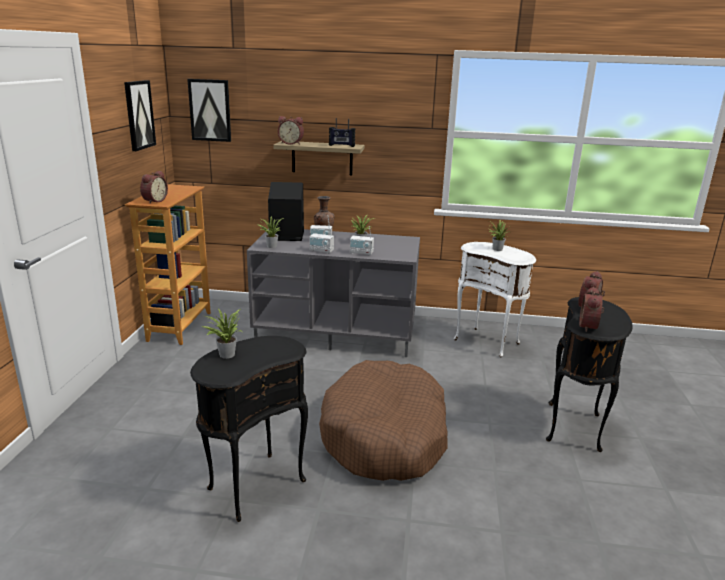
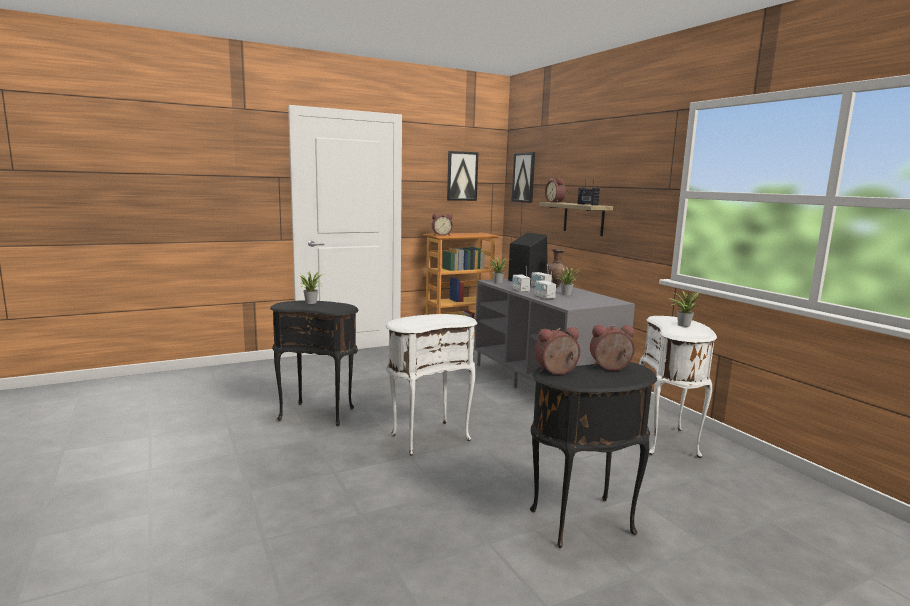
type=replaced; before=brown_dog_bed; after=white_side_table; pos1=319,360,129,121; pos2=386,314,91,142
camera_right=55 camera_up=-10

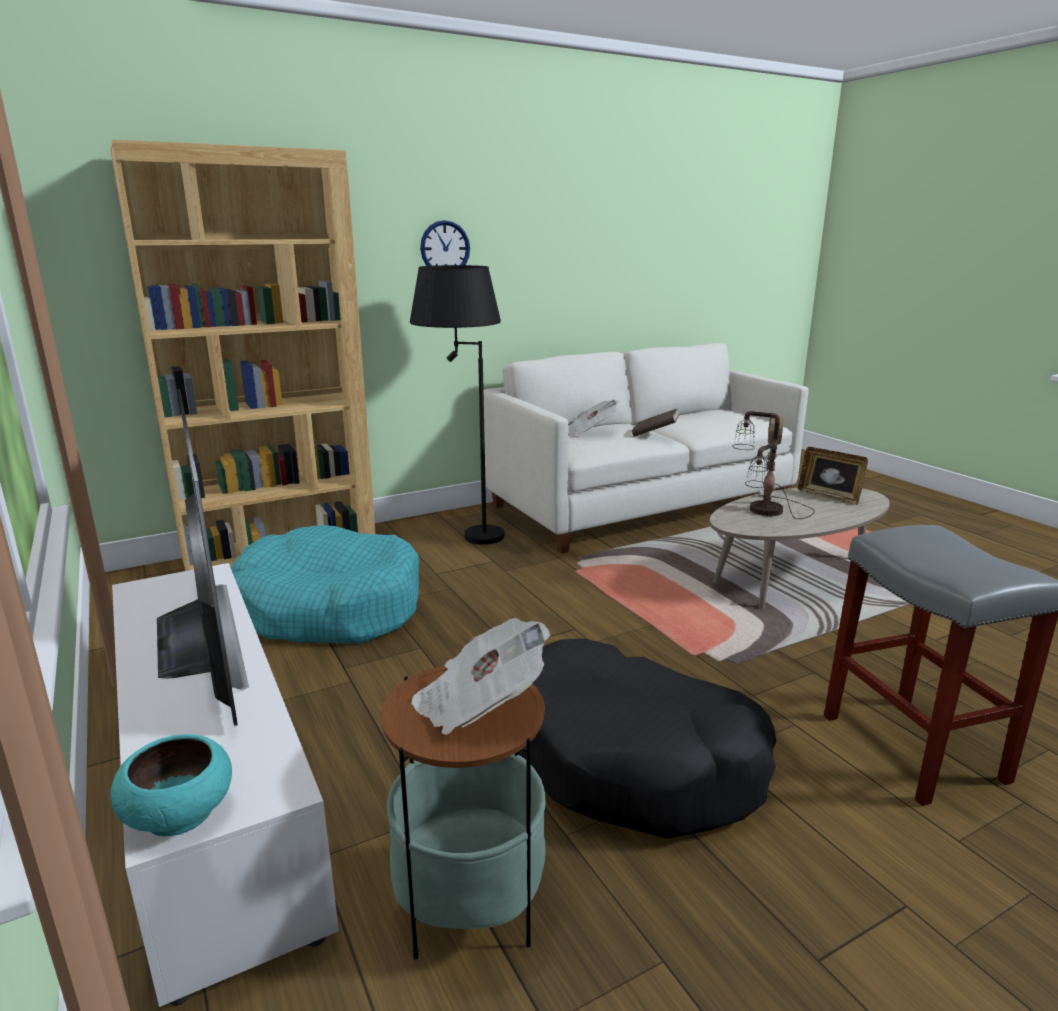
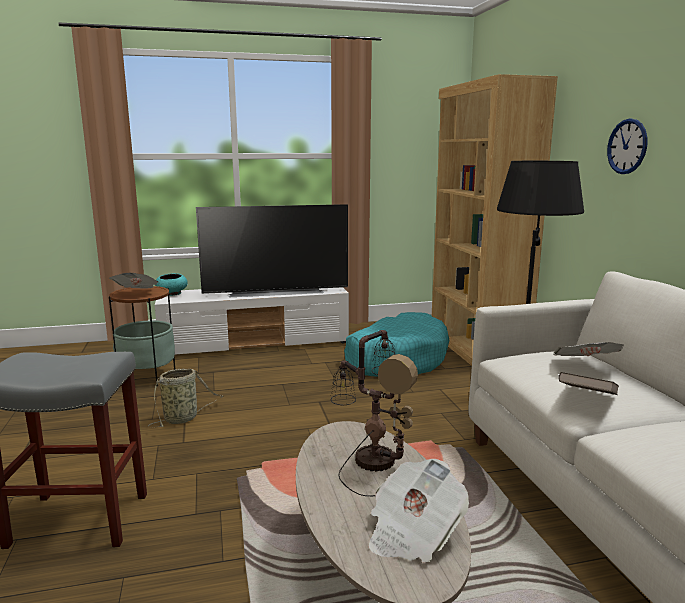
type=replaced; before=black_dog_bed; after=basket; pos1=519,638,258,200; pos2=147,369,76,59
type=replaced; before=picture_frame; after=newspaper; pos1=798,447,70,58; pos2=368,459,101,104
camera_right=105 camera_up=-5

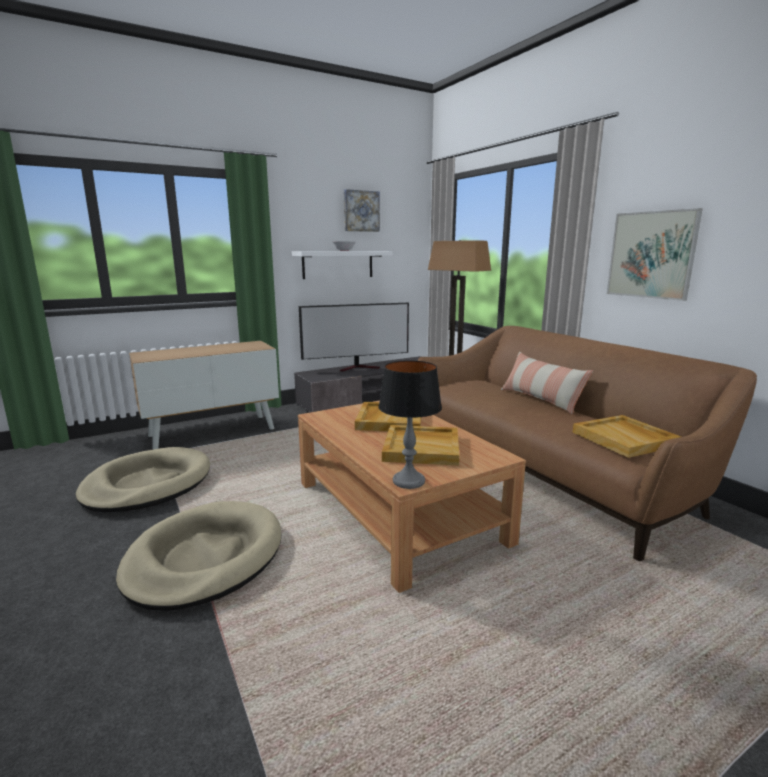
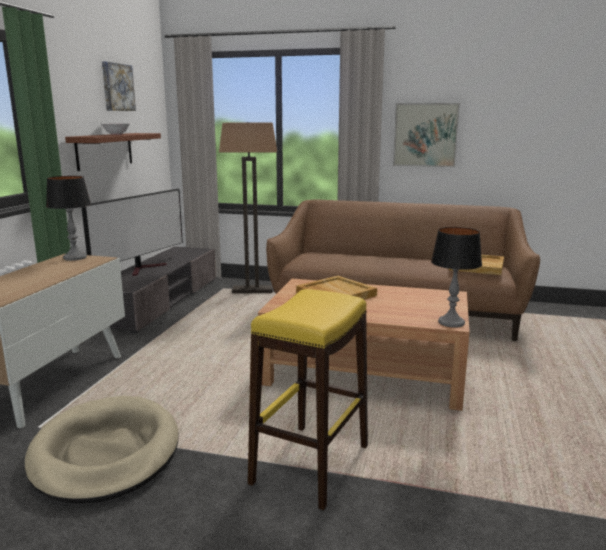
type=replaced; before=beige_dog_bed; after=yellow_stool; pos1=116,501,165,110; pos2=248,289,120,221
type=recoloured; before=white_shelf; after=brown_shelf; pos1=292,251,101,28; pos2=65,133,96,38
type=removed; before=beige_tray; pos1=382,425,77,41
type=removed; before=pillow; pos1=501,352,92,63
type=added; after=table_lamp; pos2=46,176,45,85
camera_right=-45 camera_up=0

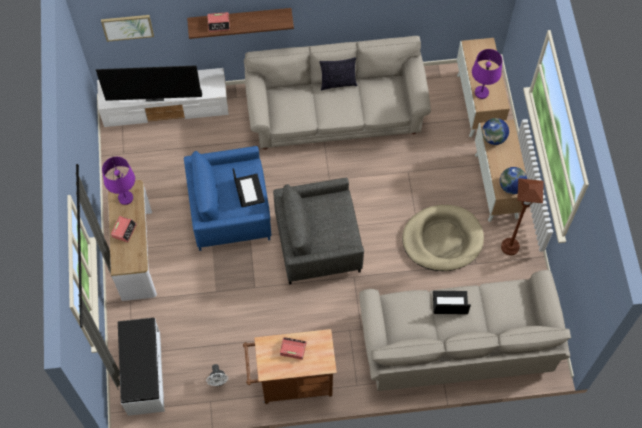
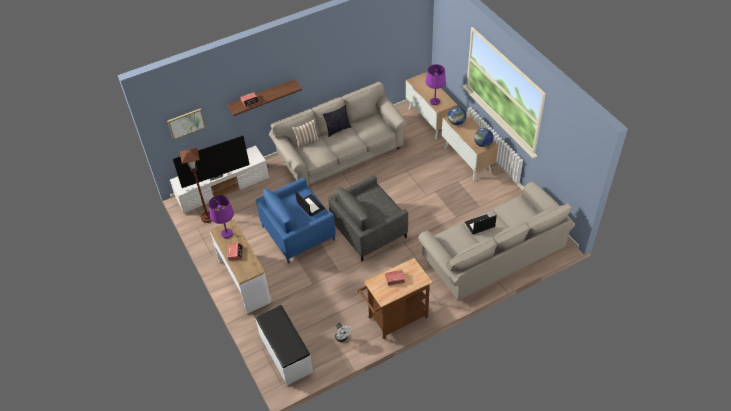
type=removed; before=beige_dog_bed; pos1=402,205,82,66
type=moved; before=brown_floor_lamp; pos1=501,178,43,77; pos2=180,148,32,75
type=added; after=pillow; pos2=292,119,28,30
camera_right=-20 camera_up=-15

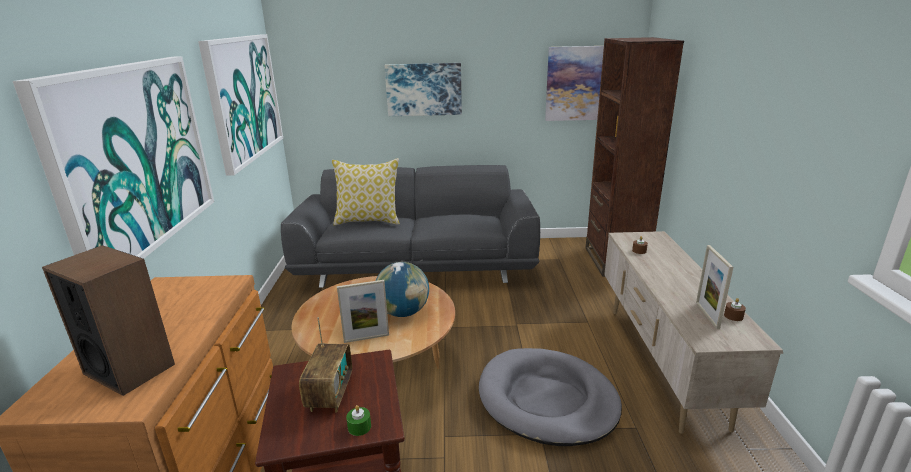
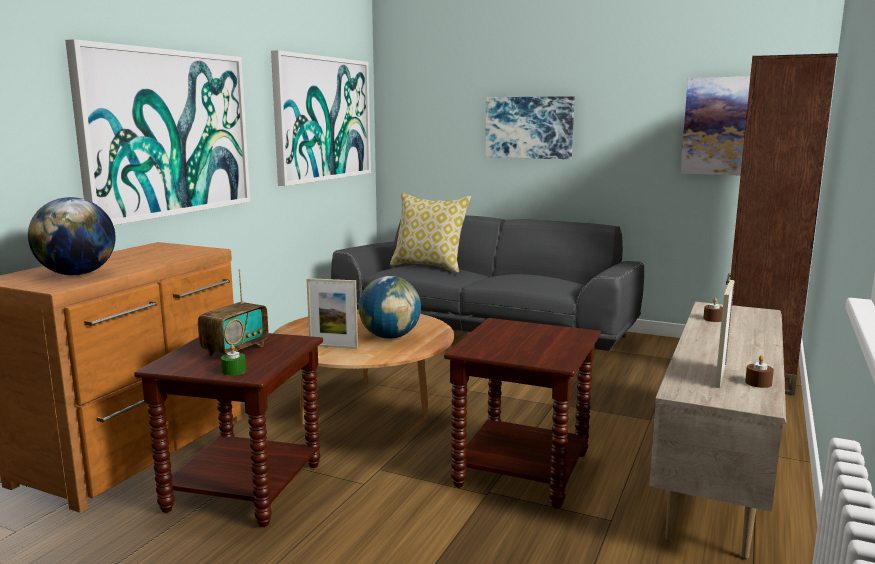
type=replaced; before=speaker; after=globe; pos1=42,245,133,151; pos2=28,197,88,79
type=replaced; before=grey_dog_bed; after=brown_side_table; pos1=479,348,143,98; pos2=444,318,157,191
camera_right=25 camera_up=-10

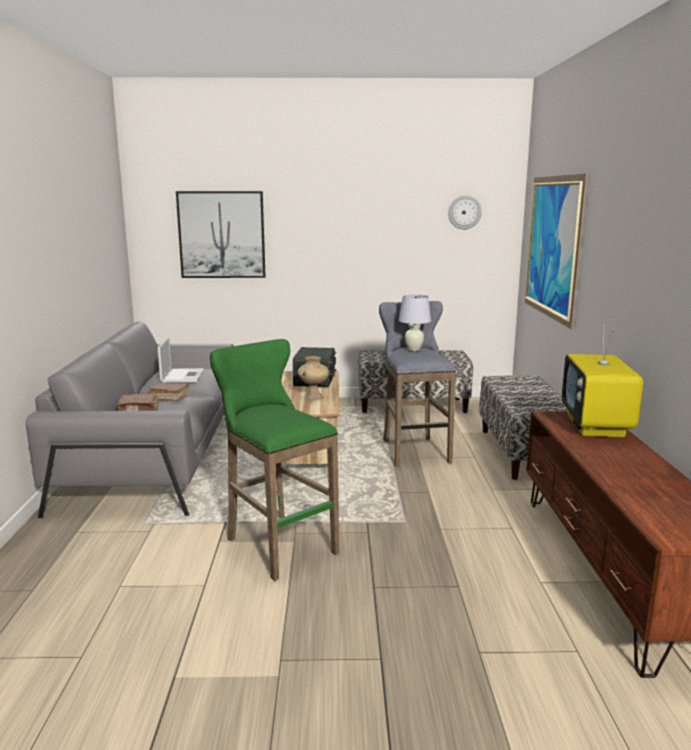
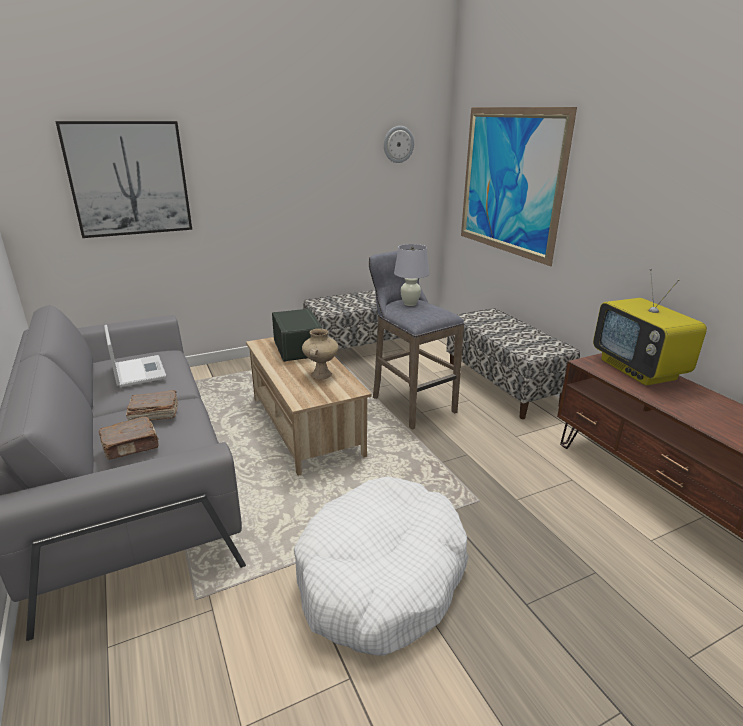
type=replaced; before=green_stool; after=white_dog_bed; pos1=210,339,129,242; pos2=294,476,174,180
camera_right=-25 camera_up=10

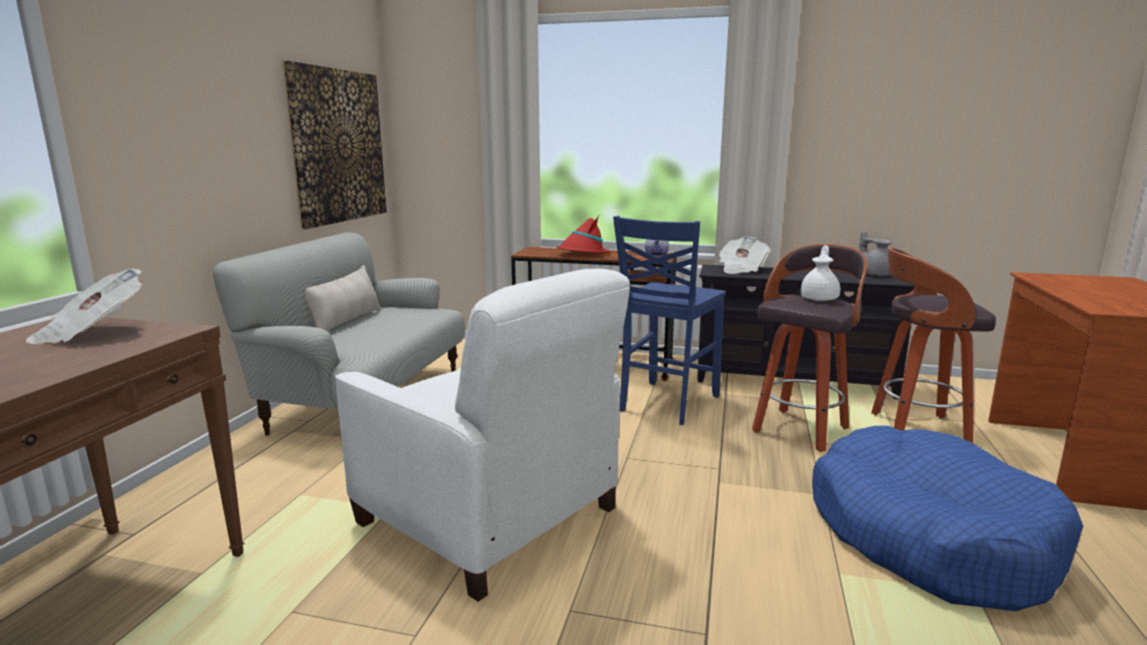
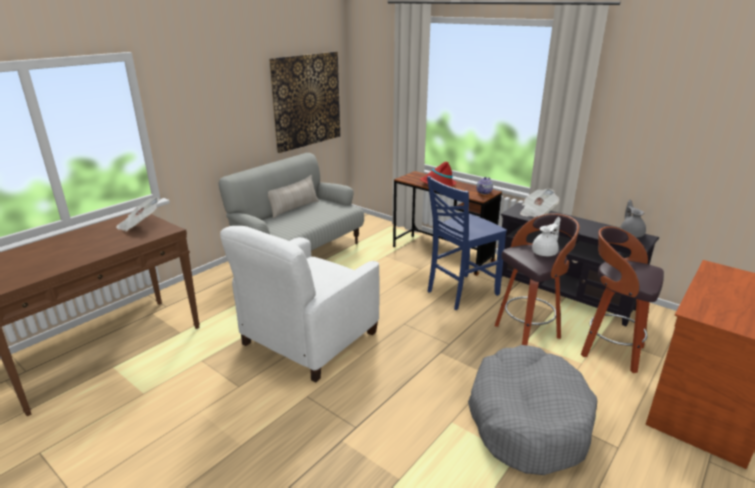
type=turned; before=white_armchair; pos1=335,269,295,333; pos2=220,226,159,157; turn=60
type=recoloured; before=blue_dog_bed; after=grey_dog_bed; pos1=812,426,271,185; pos2=468,345,129,130
camera_right=25 camera_up=10

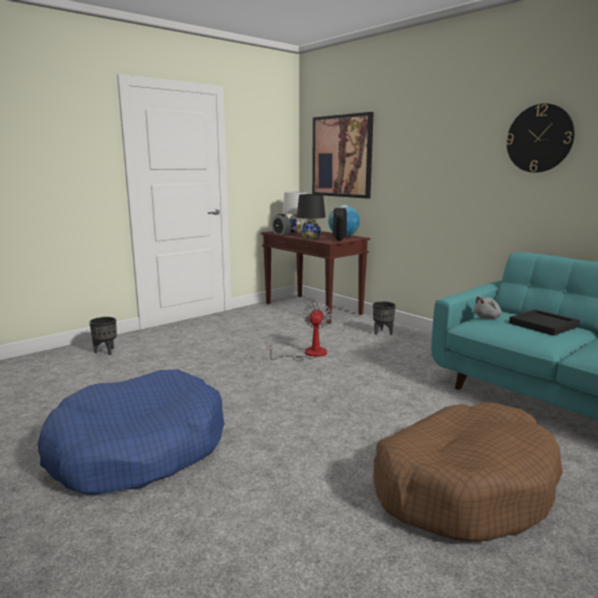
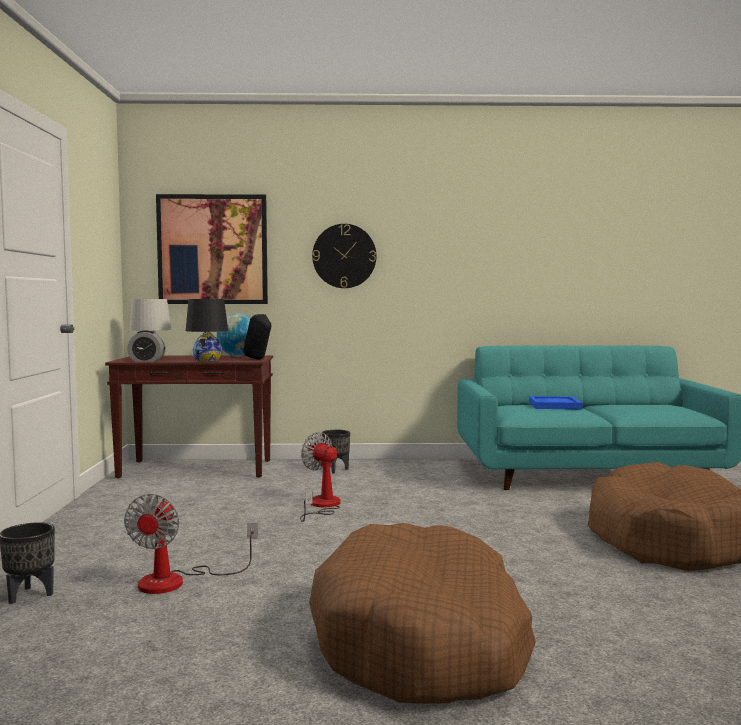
type=recoloured; before=blue_dog_bed; after=brown_dog_bed; pos1=38,369,187,126; pos2=309,523,227,181
type=removed; before=grey_plush_toy; pos1=474,295,28,24
type=moved; before=wall_clock; pos1=506,103,69,70; pos2=312,224,64,64
type=recoloured; before=black_tray; after=blue_tray; pos1=509,309,71,27; pos2=529,396,54,13
type=added; after=fan; pos2=124,494,134,100
camera_right=-50 camera_up=-10

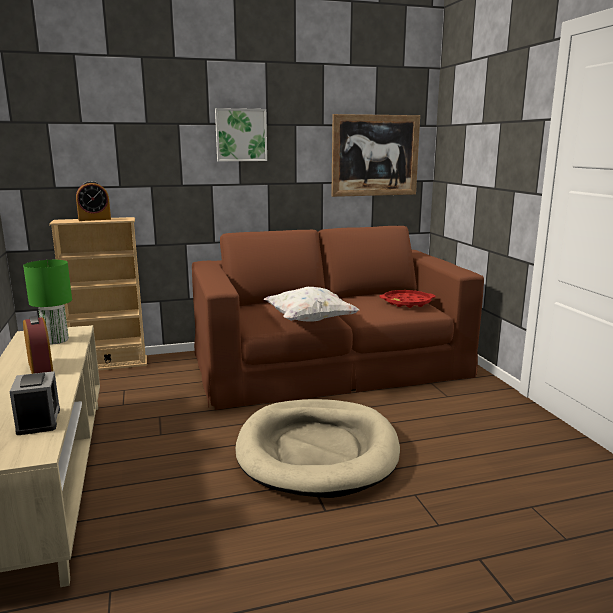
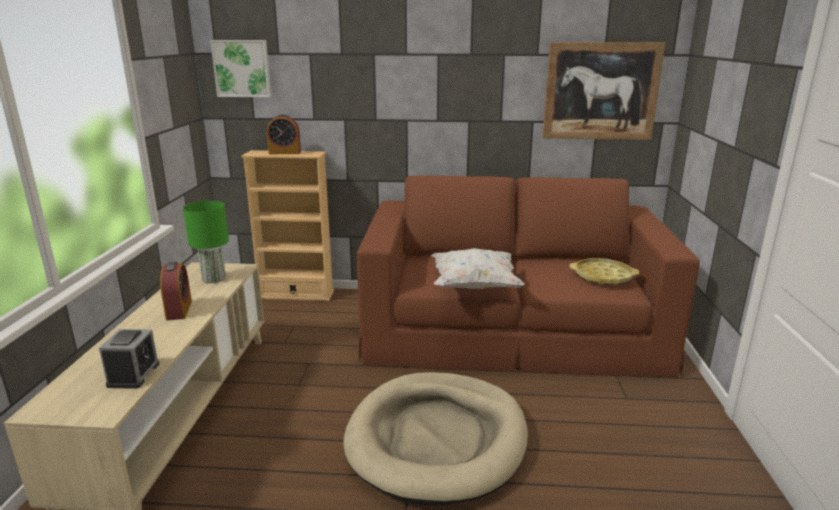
type=moved; before=picture; pos1=215,108,52,53; pos2=210,40,61,57
type=recoloured; before=red_tray; after=yellow_tray; pos1=379,290,56,18; pos2=570,258,69,27
camera_right=20 camera_up=5

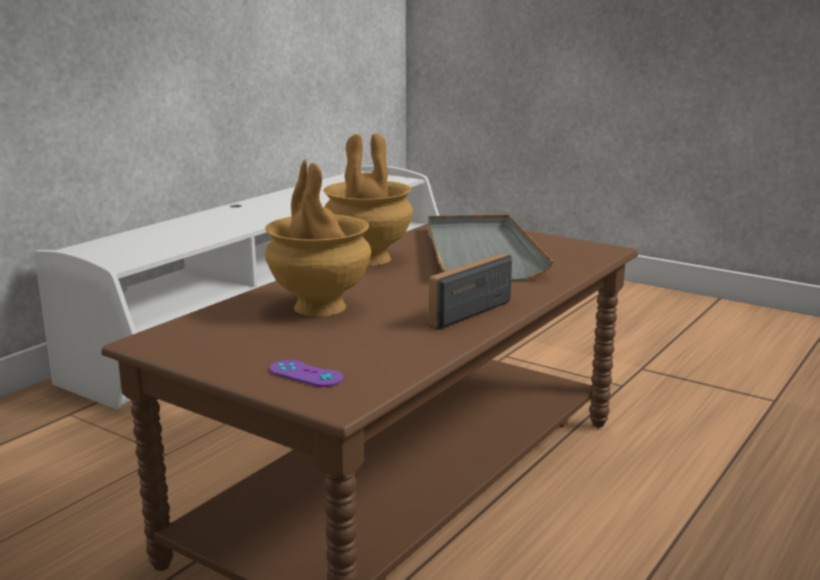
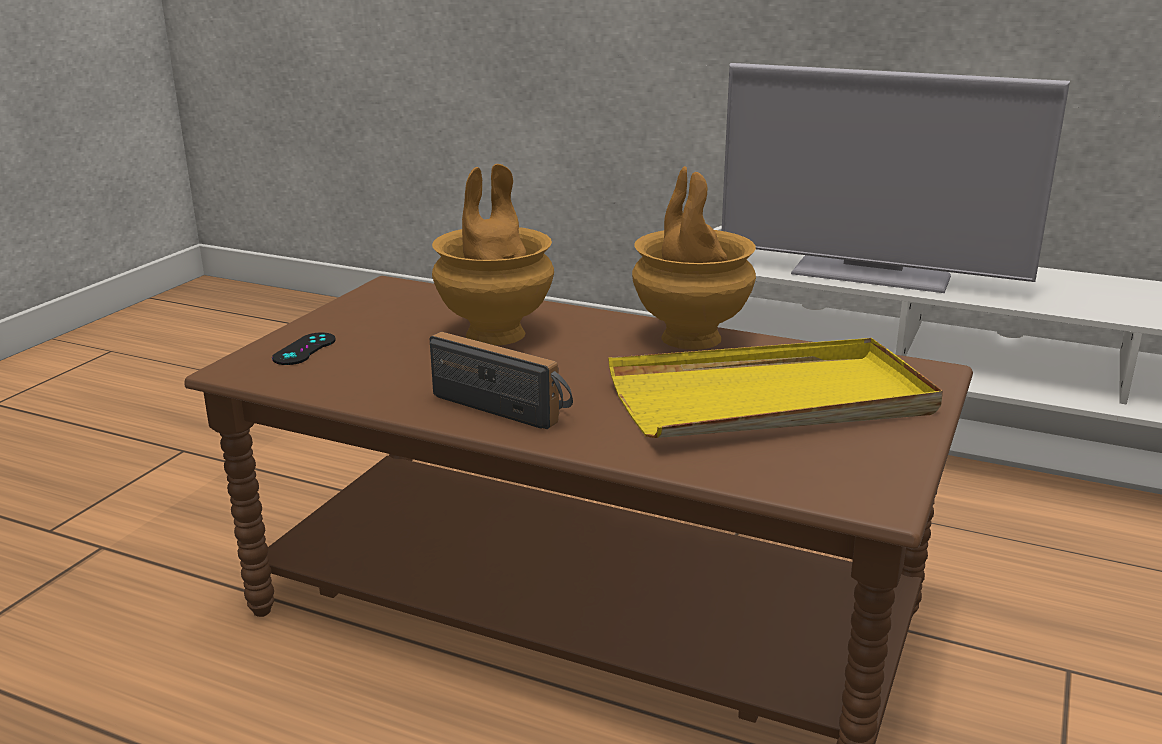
type=recoloured; before=purple_game_controller; after=black_game_controller; pos1=270,360,73,27; pos2=272,333,64,32
type=recoloured; before=grey_tray; after=yellow_tray; pos1=428,215,126,66; pos2=608,338,335,100
type=added; after=television; pos2=722,63,348,230
camera_right=80 camera_up=5

